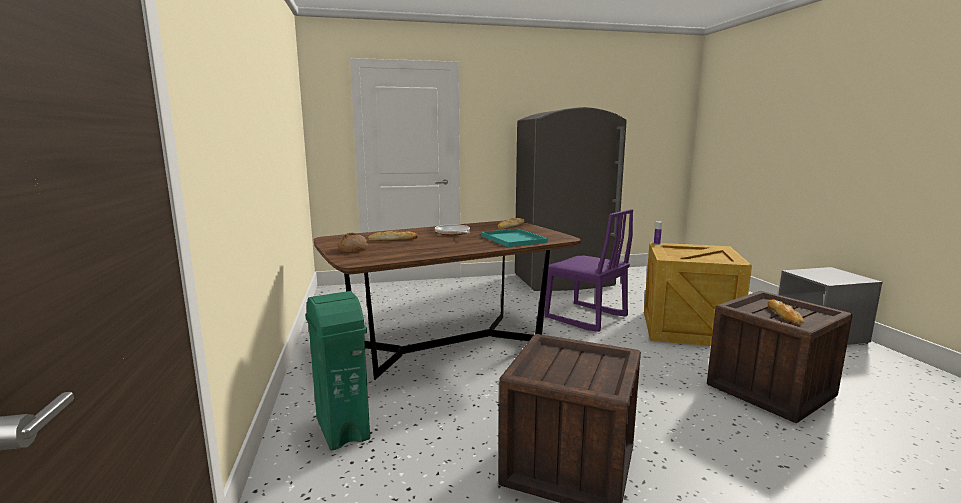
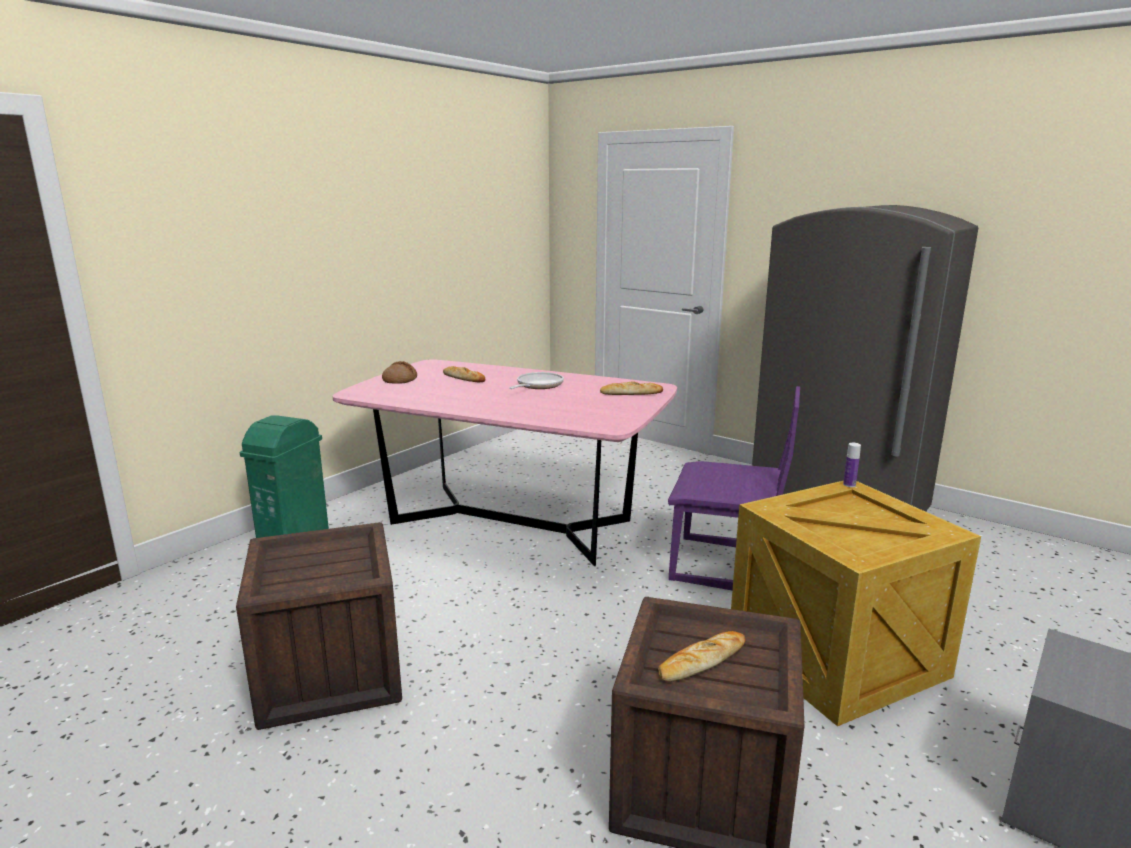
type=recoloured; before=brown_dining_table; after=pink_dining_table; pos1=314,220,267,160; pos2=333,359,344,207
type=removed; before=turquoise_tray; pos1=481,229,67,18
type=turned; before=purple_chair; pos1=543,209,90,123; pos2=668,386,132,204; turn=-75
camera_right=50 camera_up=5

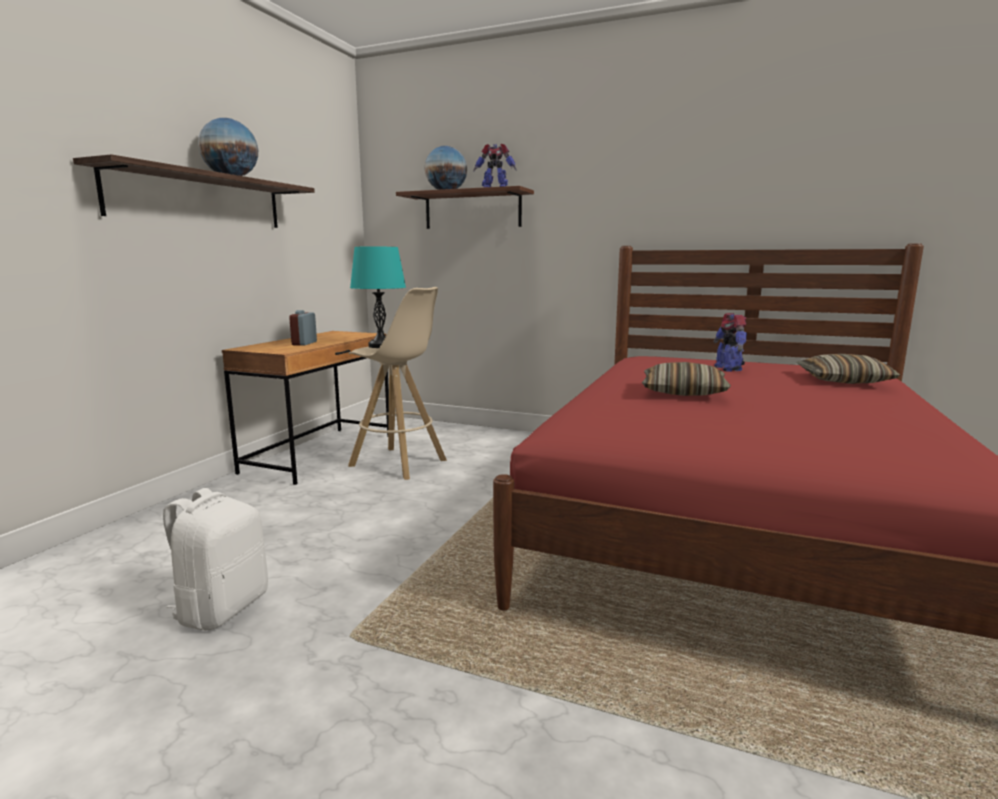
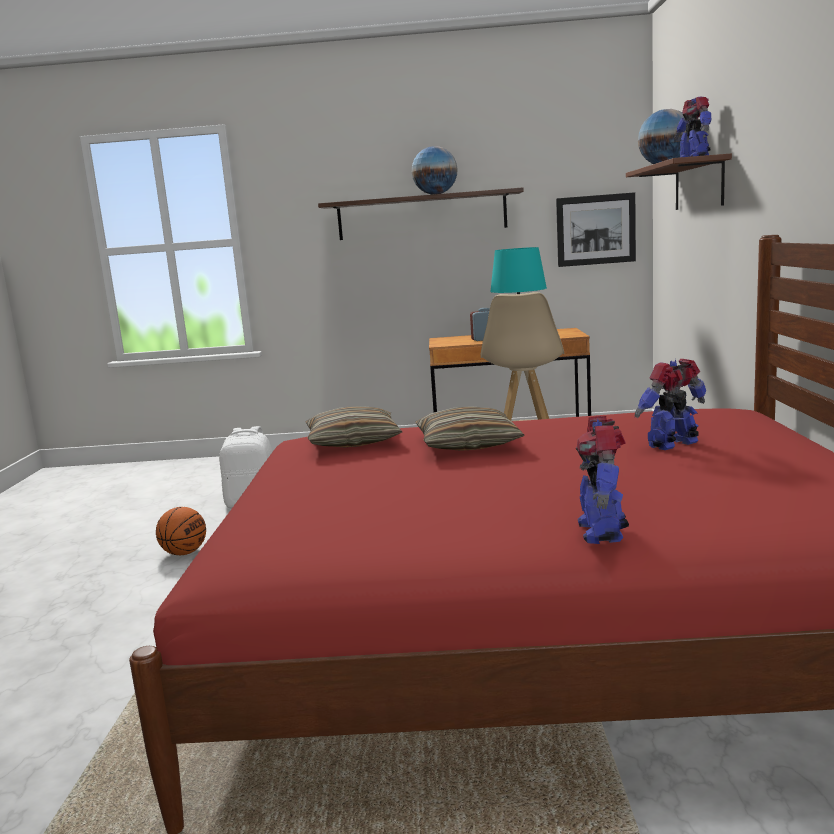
type=moved; before=pillow; pos1=797,354,103,30; pos2=306,406,96,41
type=added; after=basketball; pos2=156,507,50,48
type=added; after=picture; pos2=556,192,80,75
type=added; after=toy_robot; pos2=576,416,53,128
camera_right=70 camera_up=0

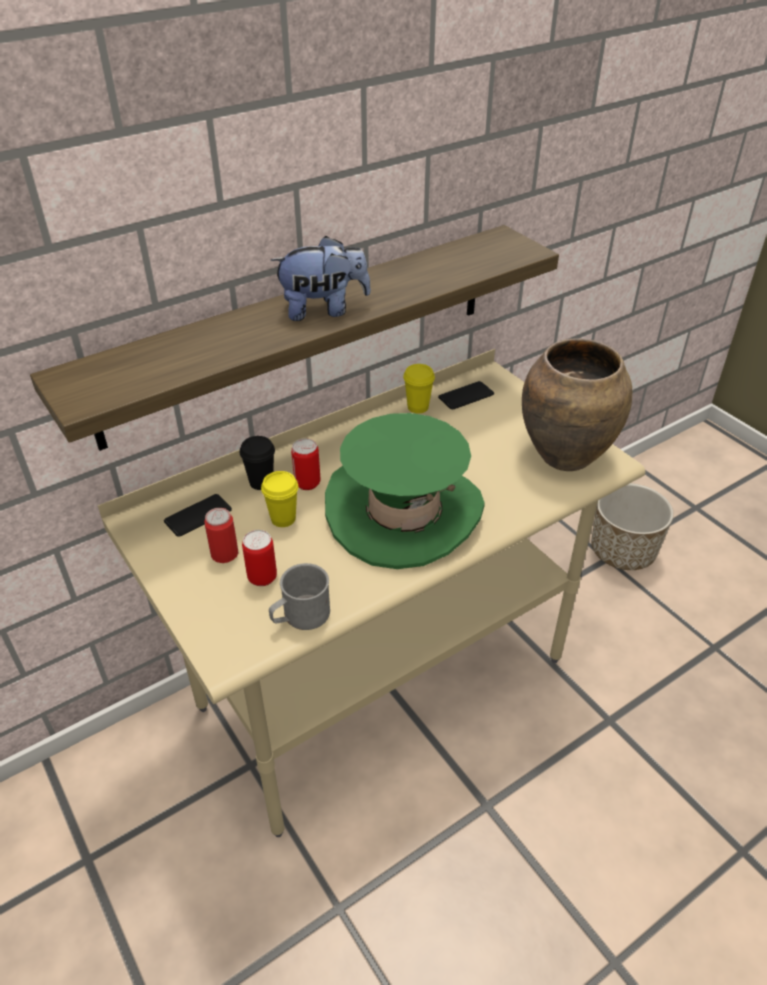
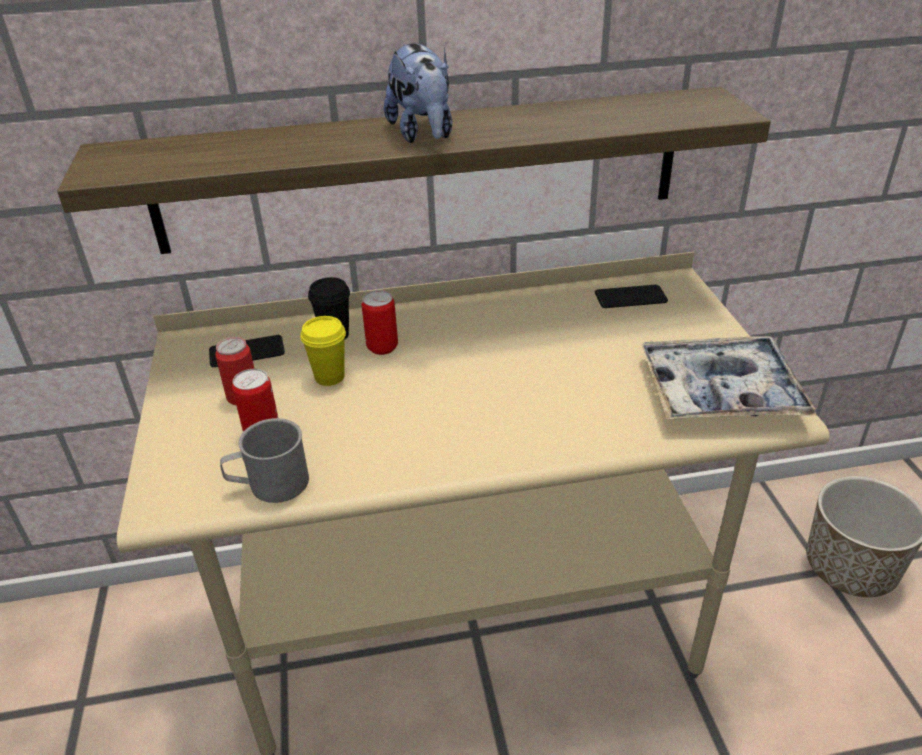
type=turned; before=plush_toy; pos1=271,236,100,85; pos2=384,44,68,99; turn=60
type=removed; before=green_hat; pos1=325,413,160,156
type=removed; before=yellow_cup; pos1=403,364,32,49
type=replaced; before=brown_vase; after=tray; pos1=522,338,110,133; pos2=642,336,175,83
camera_right=25 camera_up=-5

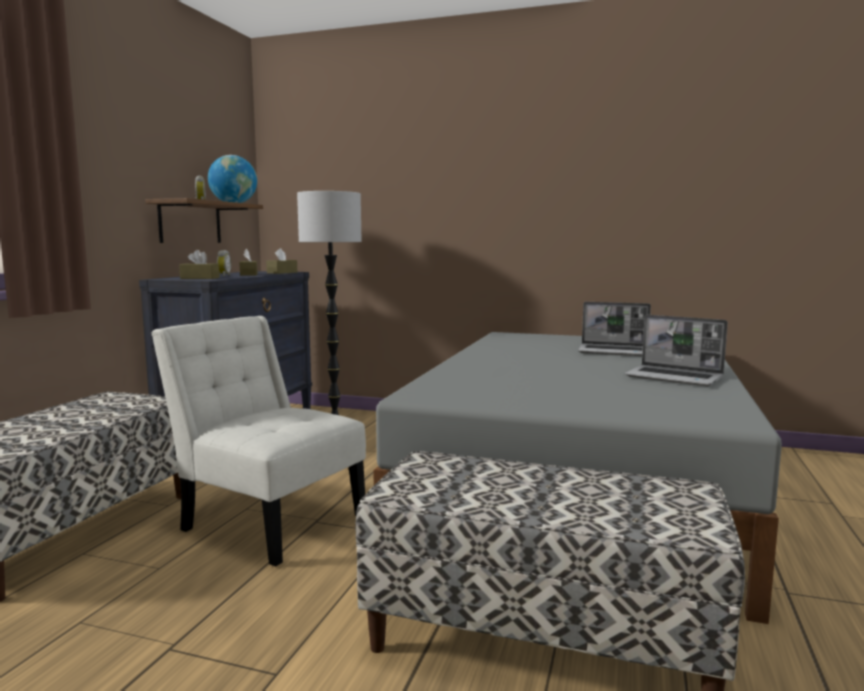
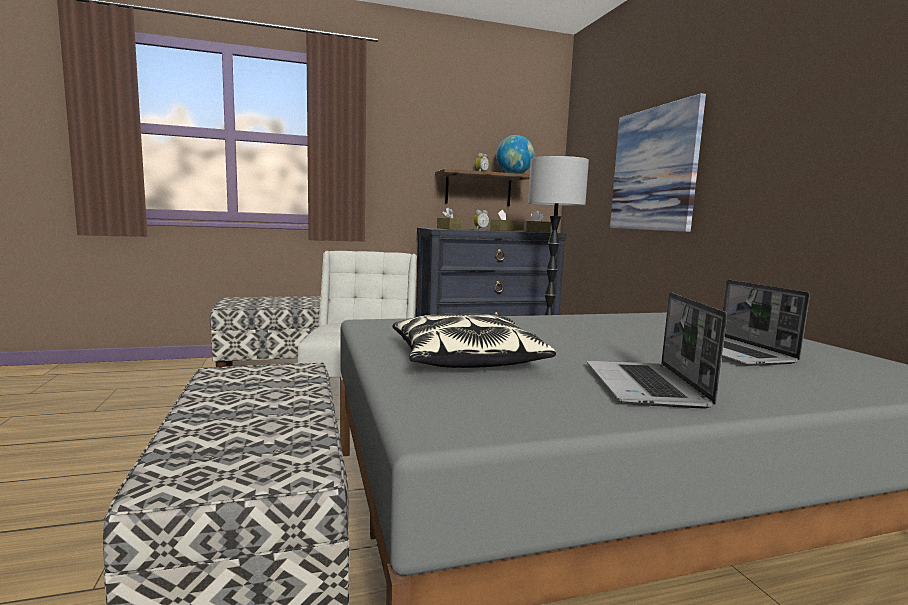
type=added; after=pillow; pos2=393,314,163,54
type=added; after=picture; pos2=610,93,96,139
camera_right=55 camera_up=0

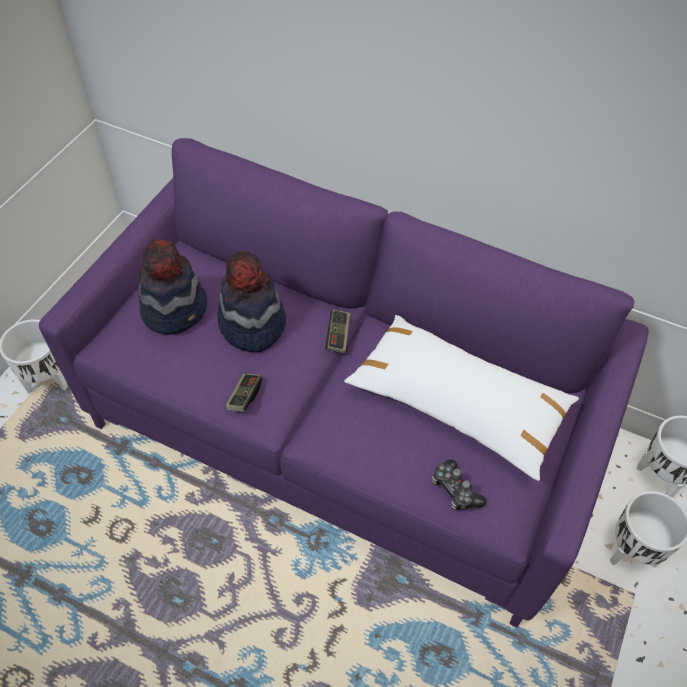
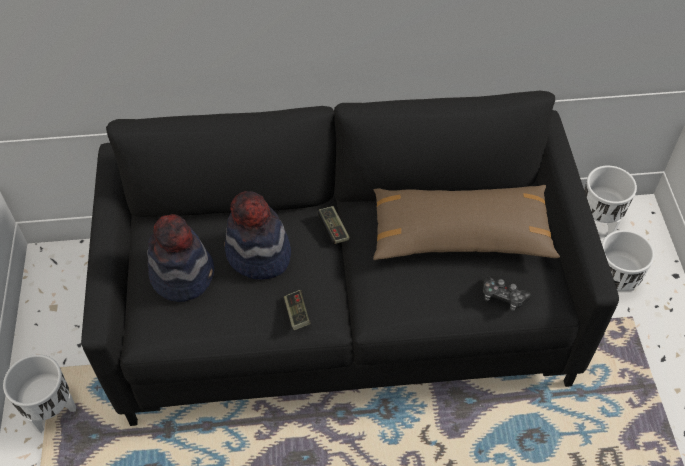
type=recoloured; before=purple_sofa; after=black_sofa; pos1=39,138,610,489; pos2=81,91,538,335
type=recoloured; before=white_pillow; after=brown_pillow; pos1=344,315,235,166; pos2=373,185,187,75
camera_right=-30 camera_up=0

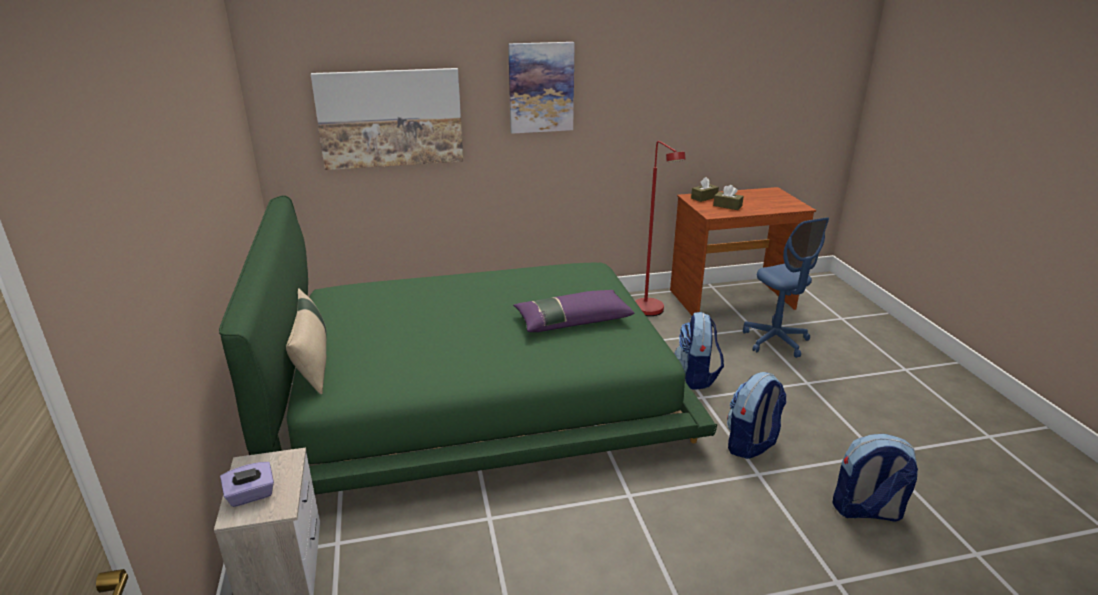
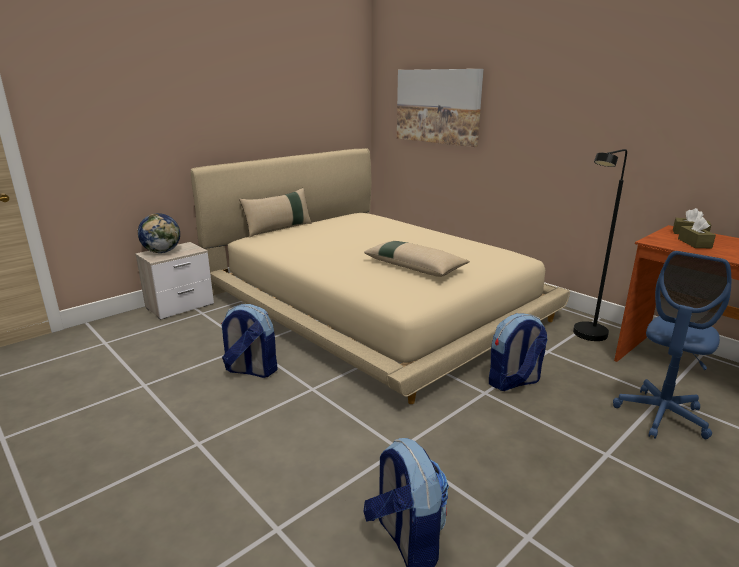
type=recoloured; before=green_bed; after=beige_bed; pos1=219,195,498,300; pos2=191,148,379,256
type=replaced; before=purple_tissue_box; after=globe; pos1=220,462,54,45; pos2=138,213,42,40
type=removed; before=picture; pos1=508,42,67,92
type=recoloured; before=purple_pillow; after=beige_pillow; pos1=513,290,122,42; pos2=364,241,106,36
type=recoloured; before=red_floor_lamp; after=black_floor_lamp; pos1=635,141,51,175; pos2=573,149,54,192
type=moved; before=backpack; pos1=727,372,59,87; pos2=221,304,57,74
camera_right=60 camera_up=-5

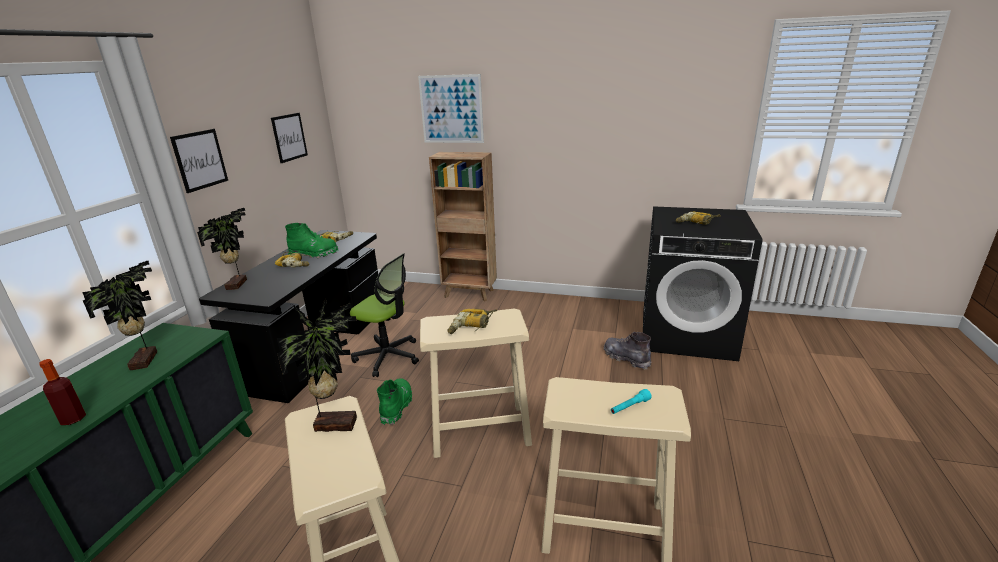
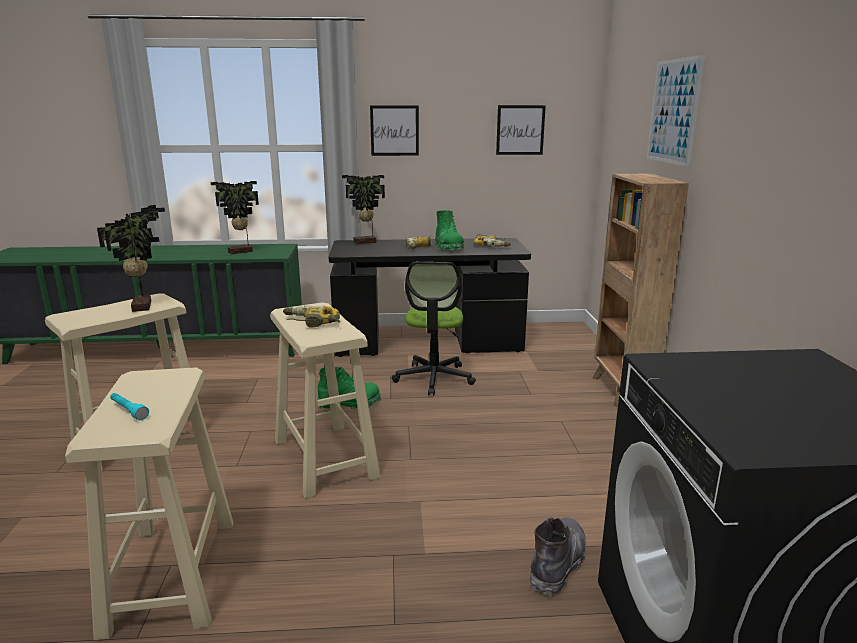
type=removed; before=bottle; pos1=39,359,47,66
type=removed; before=power_drill; pos1=676,211,45,14
camera_right=70 camera_up=-5

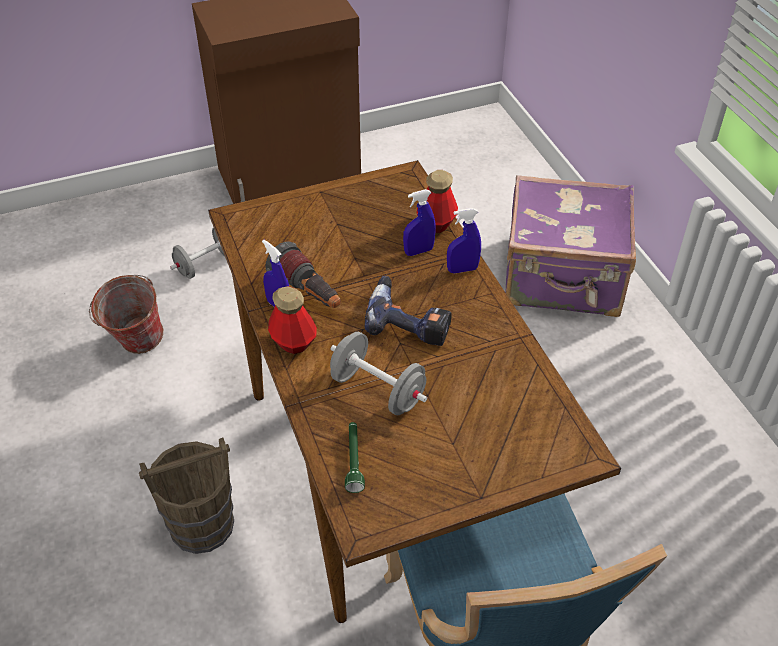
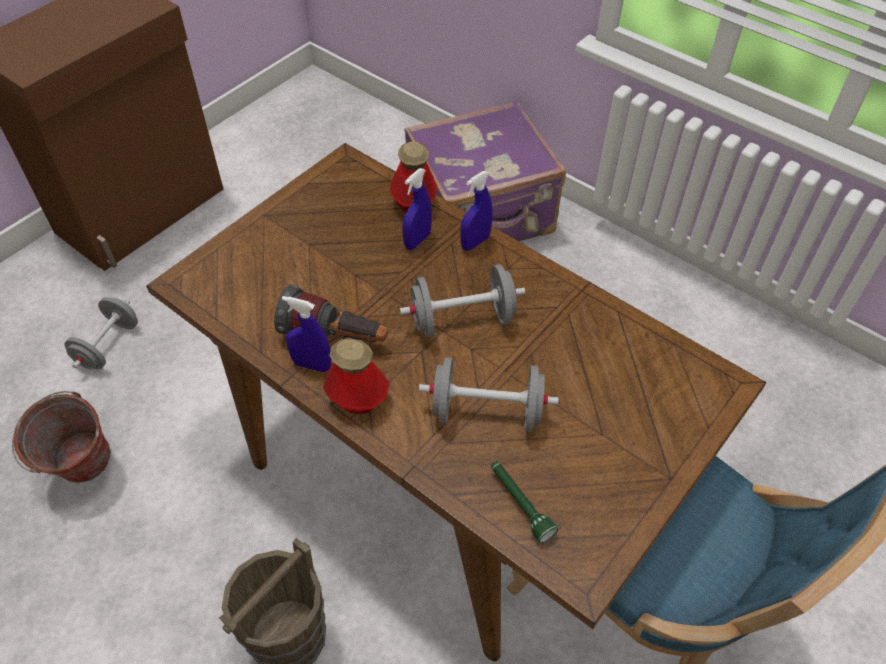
type=replaced; before=power_drill; after=grey_dumbbell; pos1=365,276,87,70; pos2=400,264,125,74
camera_right=-30 camera_up=5

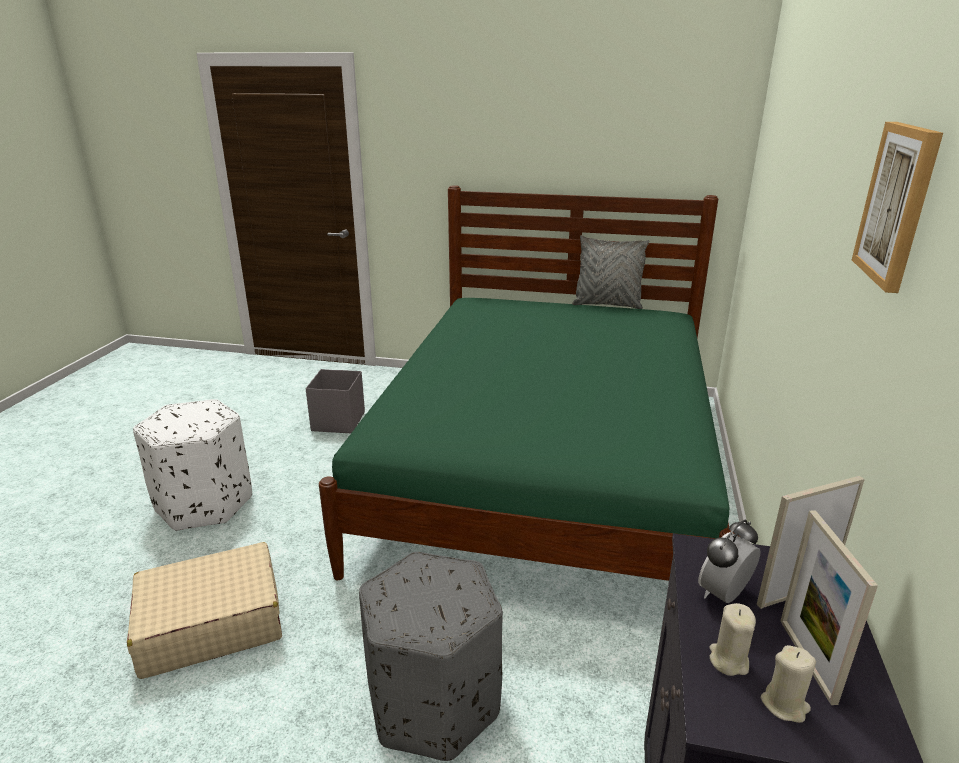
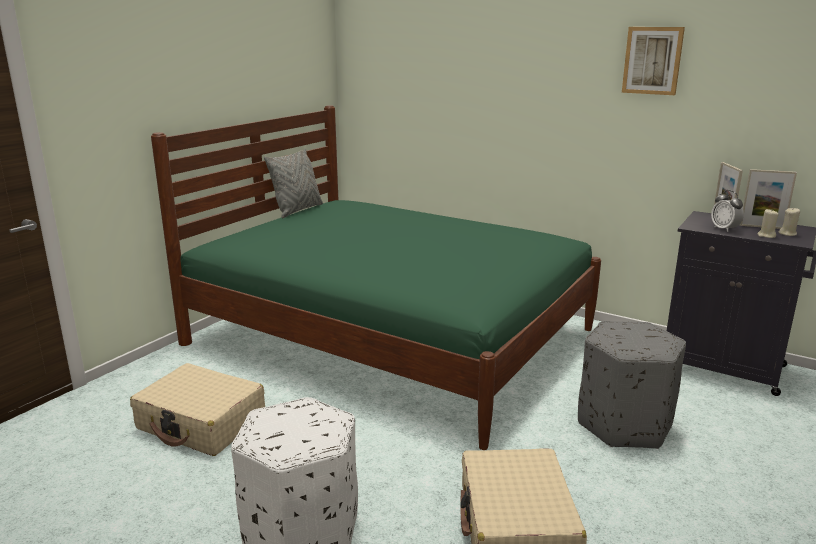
type=replaced; before=grey_storage_box; after=beige_suitcase; pos1=306,369,59,64; pos2=130,363,135,93
camera_right=-70 camera_up=-5

